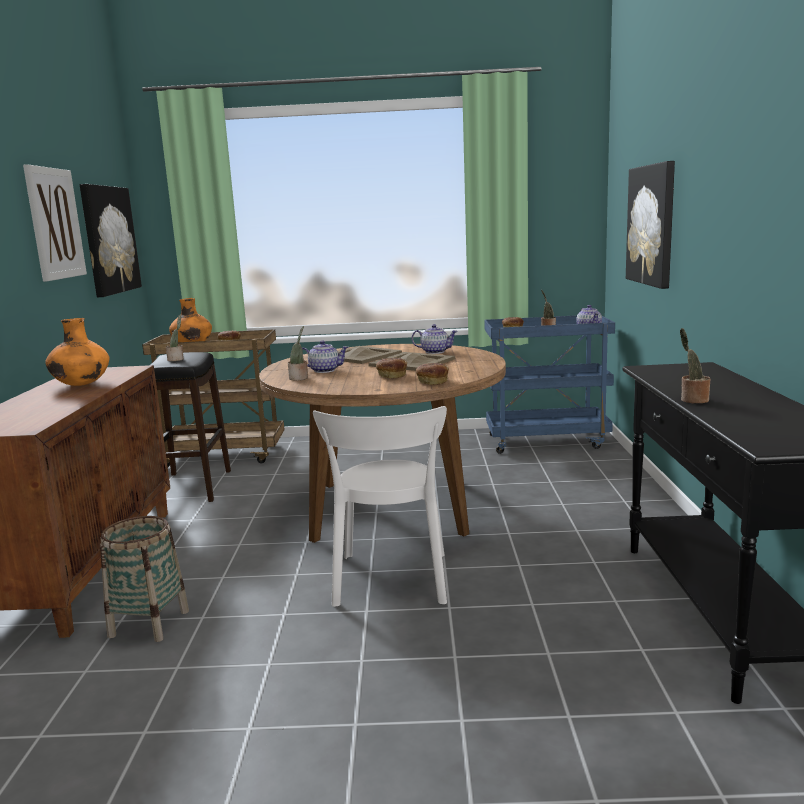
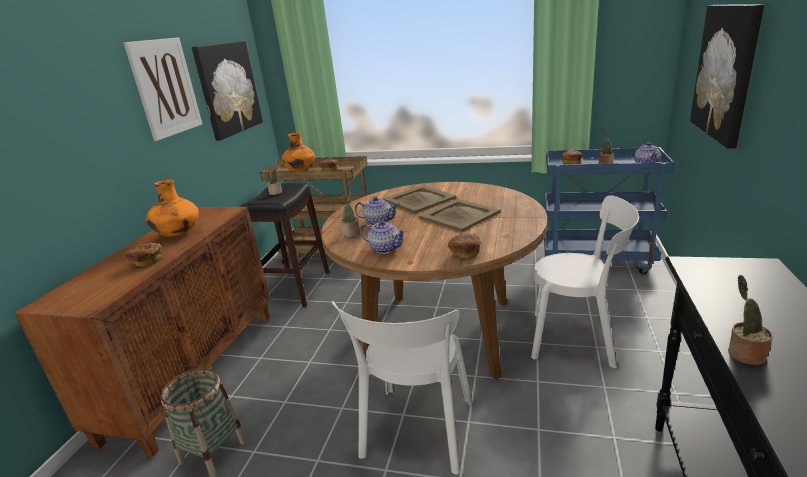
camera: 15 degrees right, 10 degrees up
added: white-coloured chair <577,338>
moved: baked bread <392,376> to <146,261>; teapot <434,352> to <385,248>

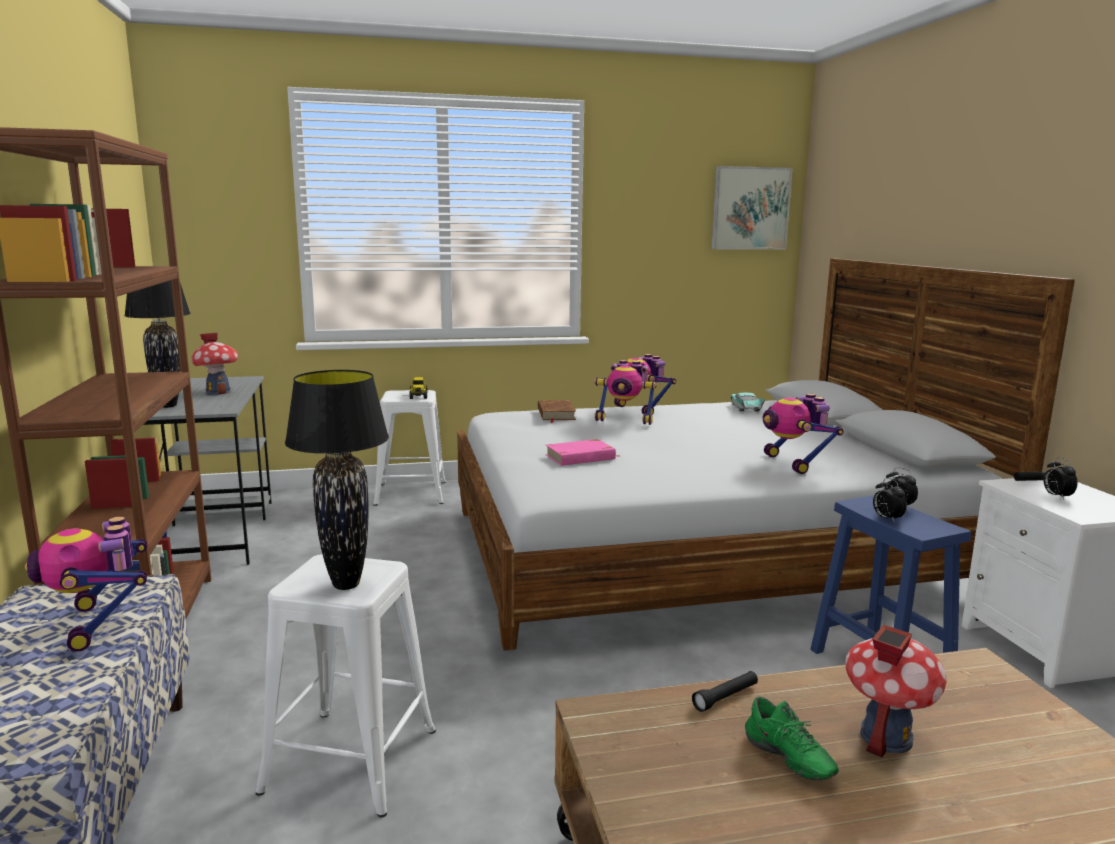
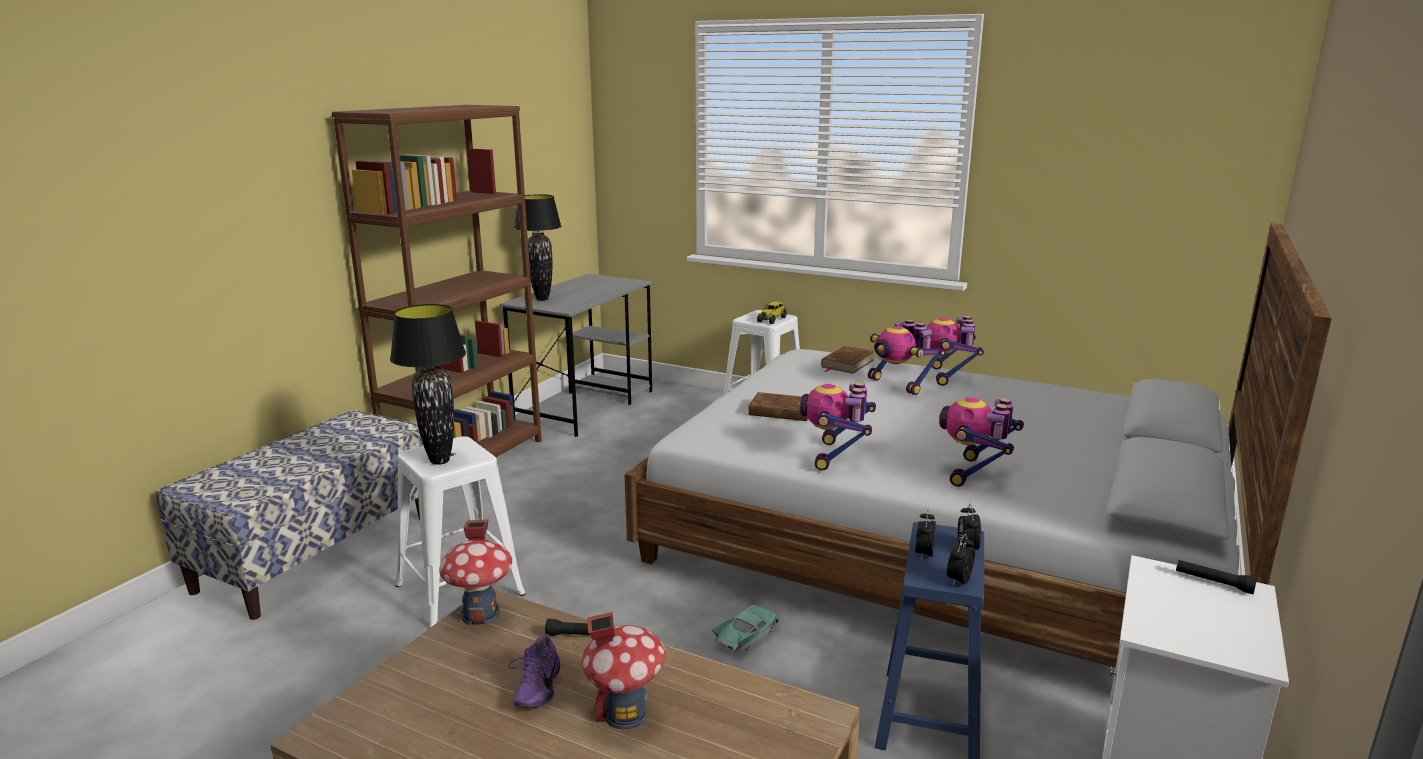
camera: 40 degrees right, 5 degrees up
removed: picture <750,208>
moved: toy house <218,392> to <481,614>; blue-green miniature car <746,408> to <746,637>; model robot <100,624> to <836,456>; bedside clock <1056,496> to <958,581>
recoloured: green shoe <786,761> to purplish shoe <535,688>; pink-coloured book <580,457> to brownish book <781,412>

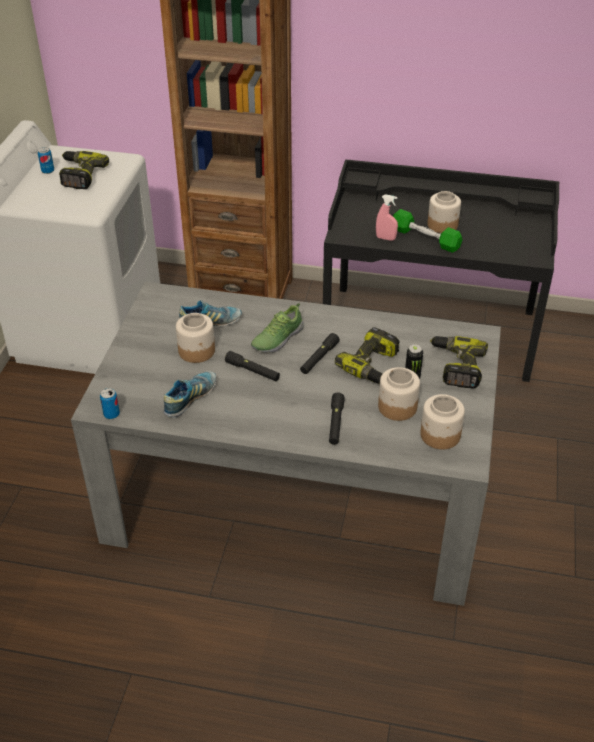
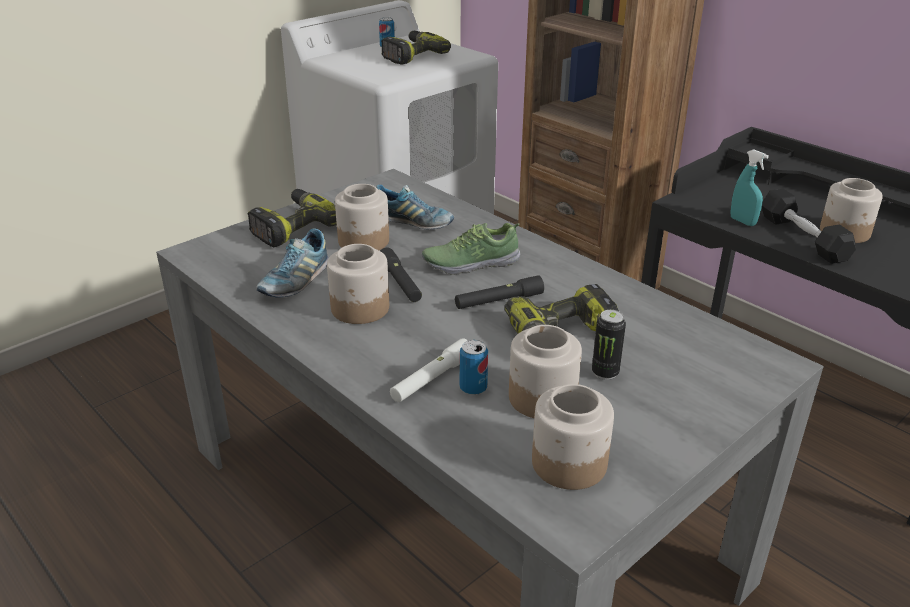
camera: 35 degrees right, 10 degrees down
added: storage jar <360,309>
moved: drill <456,366> to <292,227>; metal can <111,414> to <473,388>
recoloured: black-coloured flashlight <335,423> to white-coloured flashlight <432,379>; pink-coloured spray bottle <385,238> to blue-green spray bottle <742,221>; green free weight <425,238> to black-coloured free weight <803,238>
turned: shoe <190,398> = <295,281> 135 degrees clockwise

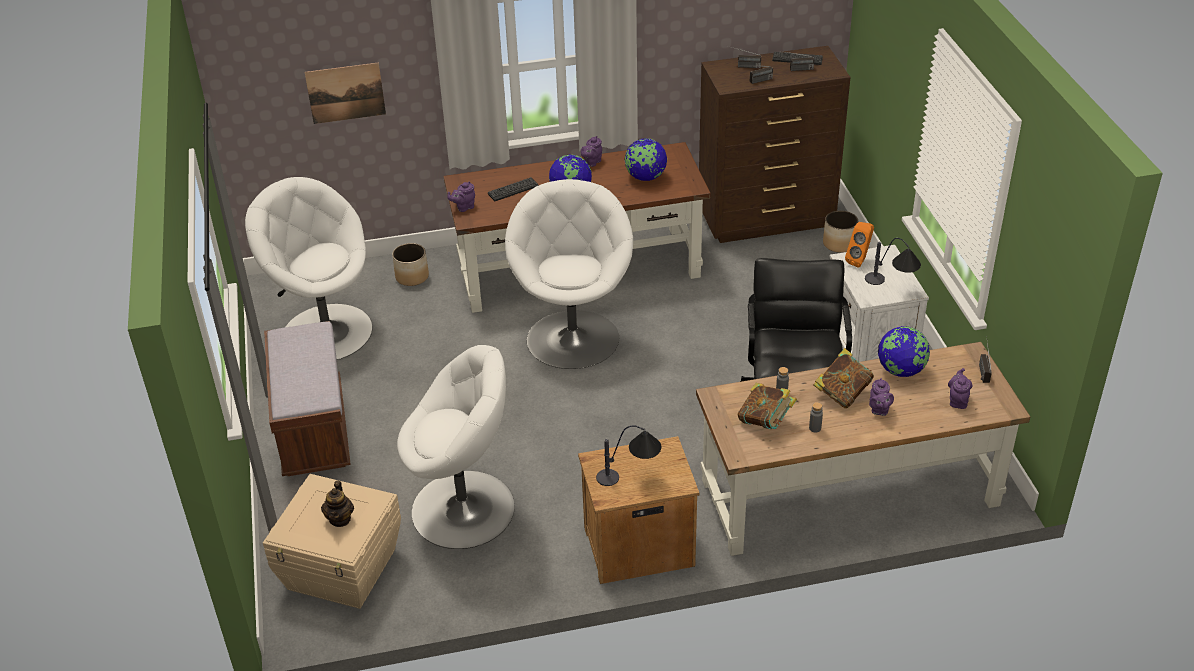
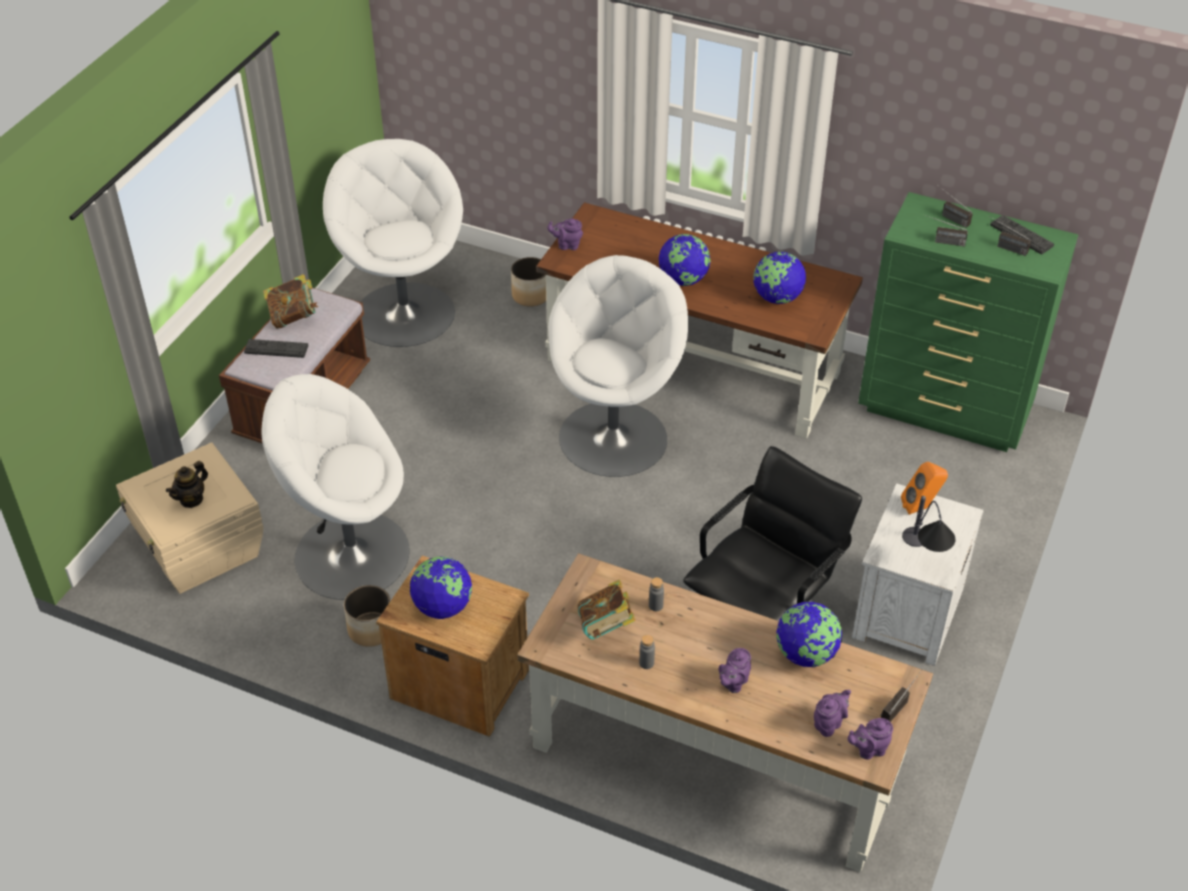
camera: 35 degrees right, 5 degrees up
removed: picture <345,93>
moved: PC keyboard <513,190> to <276,349>; book <842,393> to <293,317>; planter <839,244> to <370,630>; purplish teapot <591,162> to <868,749>
replaced: tabletop lamp <631,476> to desk globe <442,607>
recoloured: brownish dresser <767,220> to green dresser <945,411>
turned: white-coloured lounge chair <465,509> = <350,554> 150 degrees clockwise

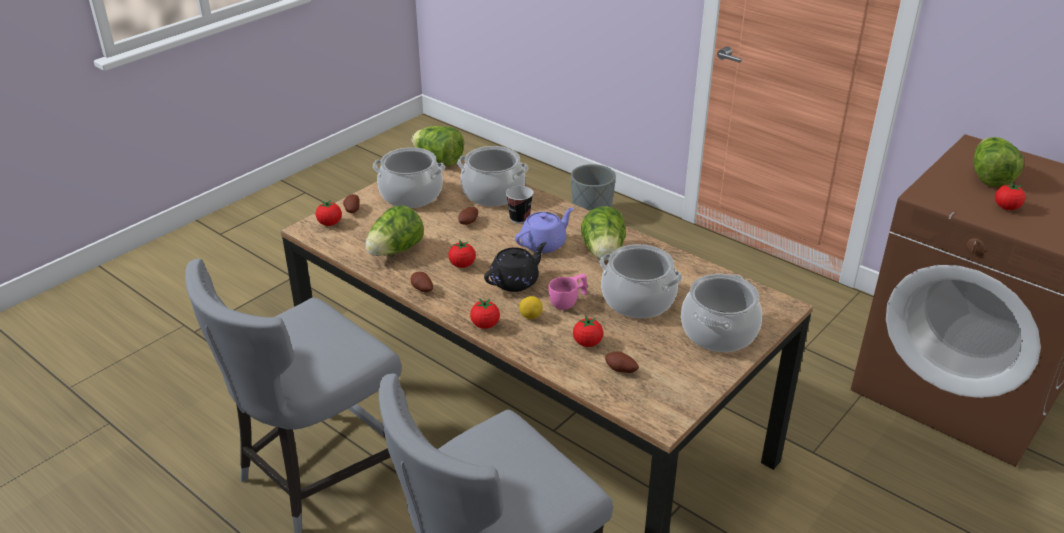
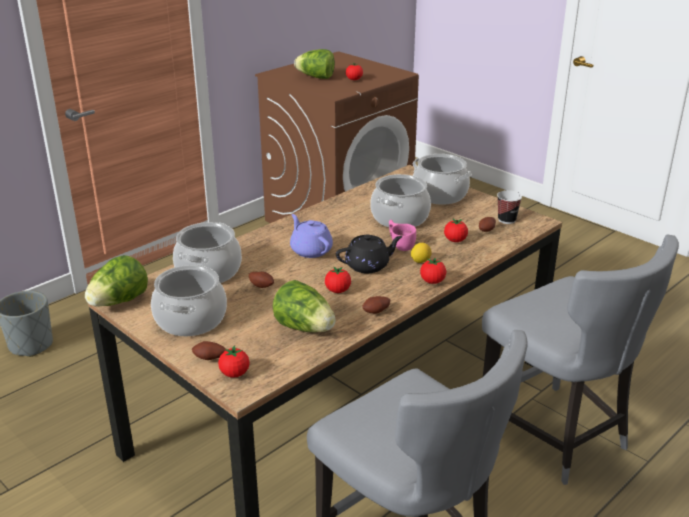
camera: 85 degrees left, 5 degrees down
removed: head of lettuce <603,253>
moved: small cup <519,218> to <507,220>
turned: black-coloured teapot <515,281> = <368,265> 105 degrees clockwise

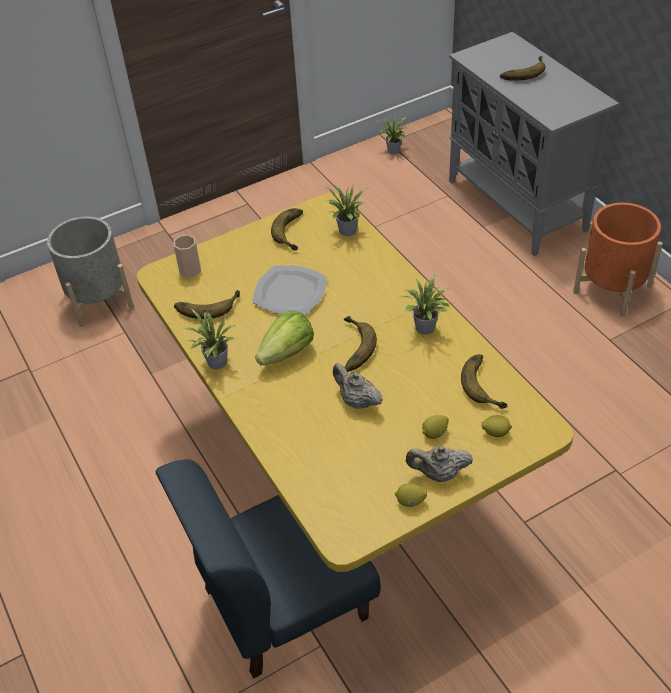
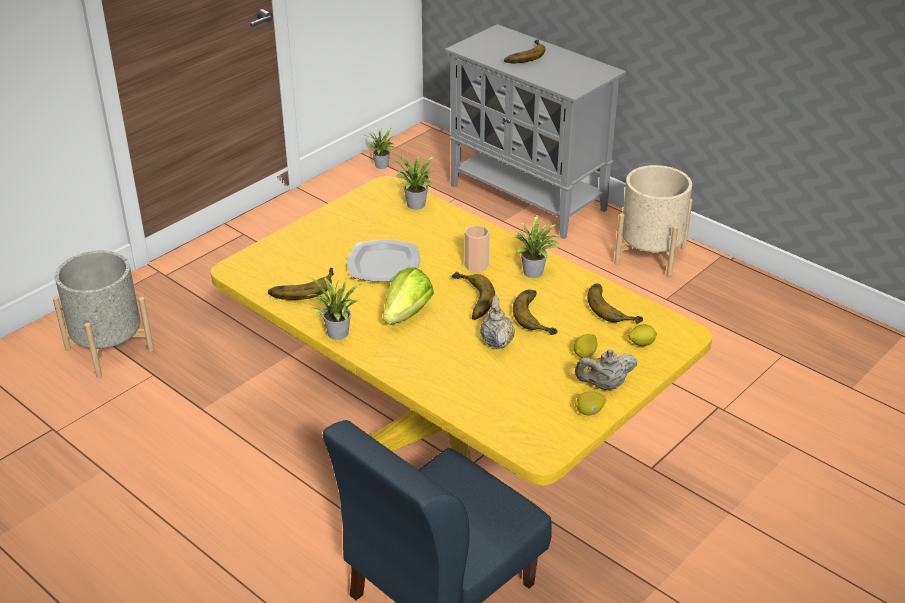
camera: 20 degrees left, 10 degrees down
moved: small cup <190,270> to <476,265>; banana <295,231> to <539,315>
recoloured: orange planter <612,289> to beige-coloured planter <650,256>
turned: beige-coloured teapot <356,401> = <496,341> 60 degrees clockwise

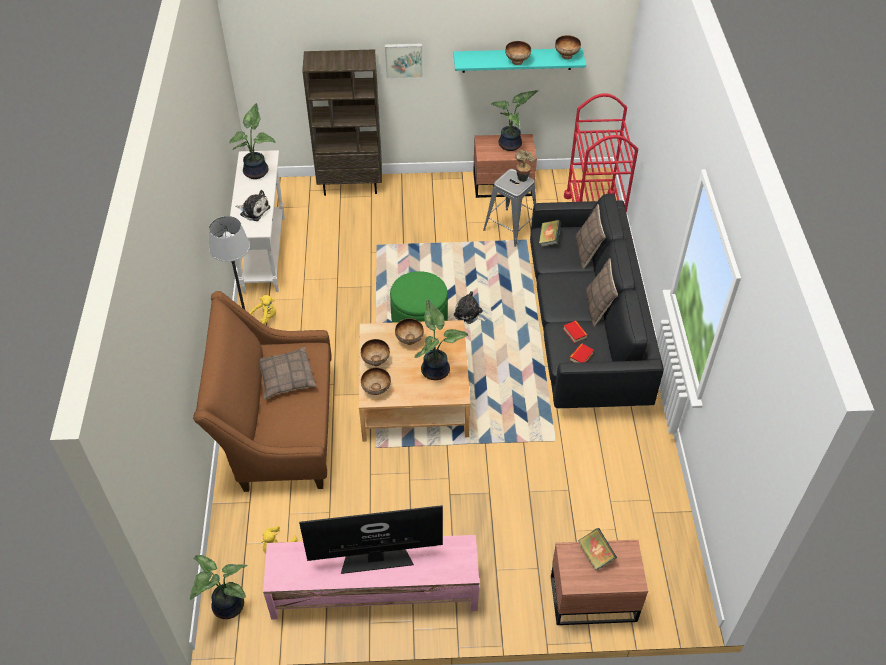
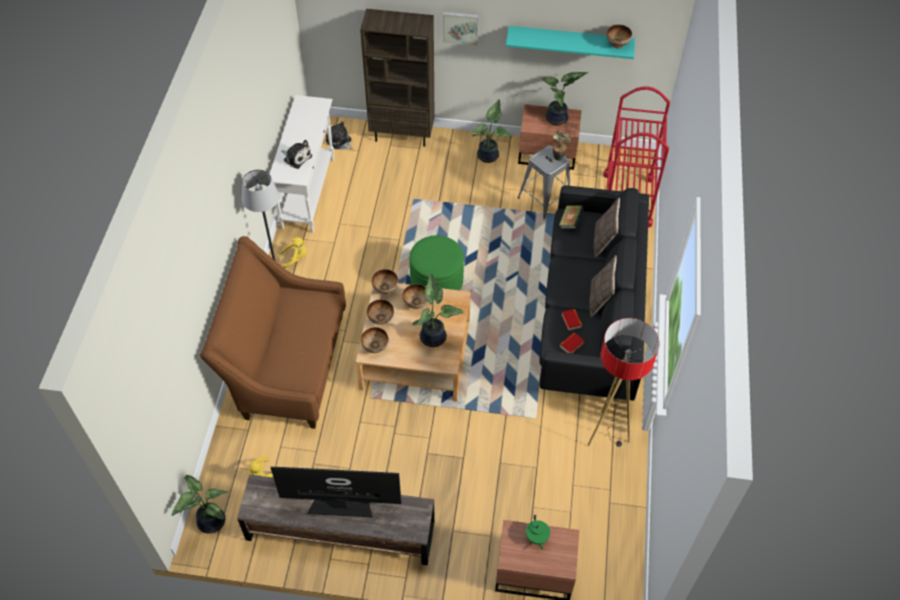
camera: 10 degrees right, 5 degrees up
removed: throw pillow <286,377>
added: standing lamp <606,433>
moved: soft toy <469,314> to <339,141>; bowl <517,61> to <385,289>; potted plant <257,171> to <489,155>
replaced: book <595,554> to green teapot <537,537>
recoloured: pink-coloured tv unit <373,590> to brownish tv unit <339,530>

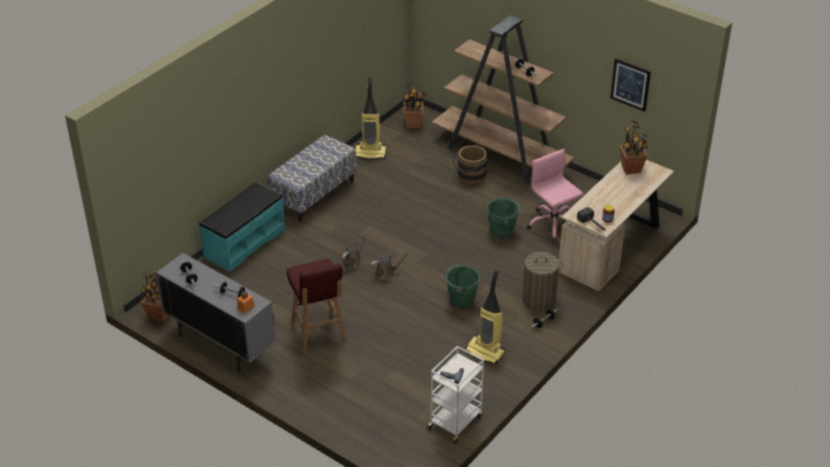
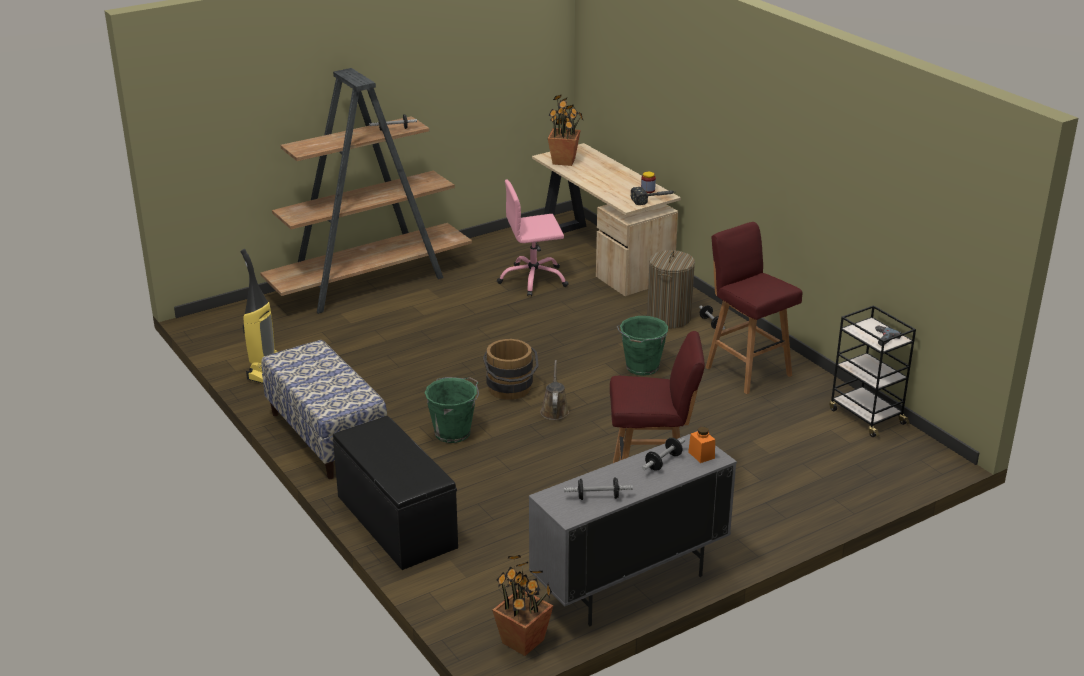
camera: 70 degrees left, 10 degrees down
removed: brownish watering pot <353,262>; potted plant <413,124>; picture <630,84>
moved: green bucket <502,232> to <453,432>; brownish bucket <469,177> to <510,390>
replaced: vacuum cleaner <486,352> to red-coloured stool <747,370>
recoloured: blue-green bench <244,243> to black-coloured bench <395,522>; white-coloured cart <455,422> to black-coloured cart <866,416>

